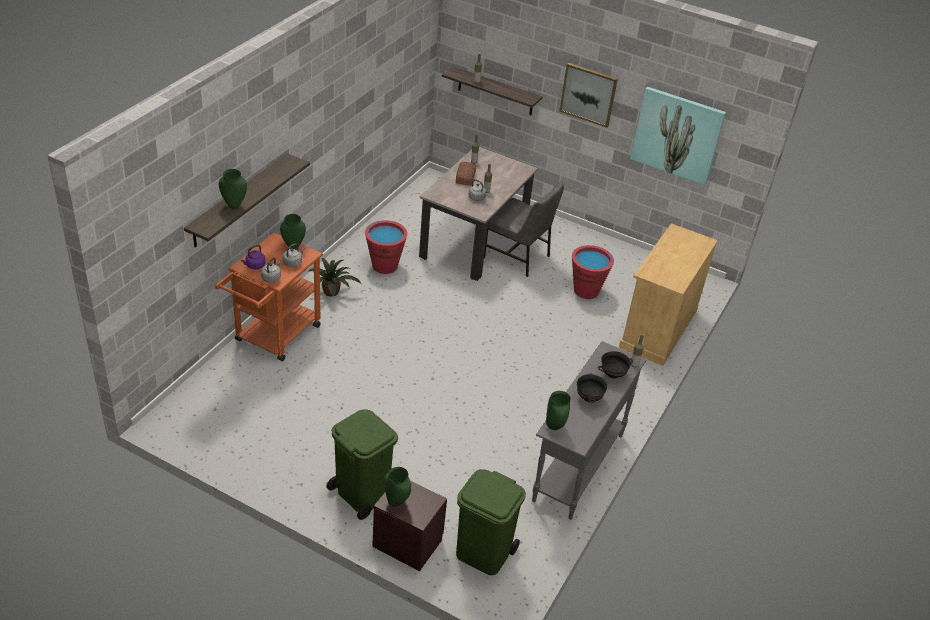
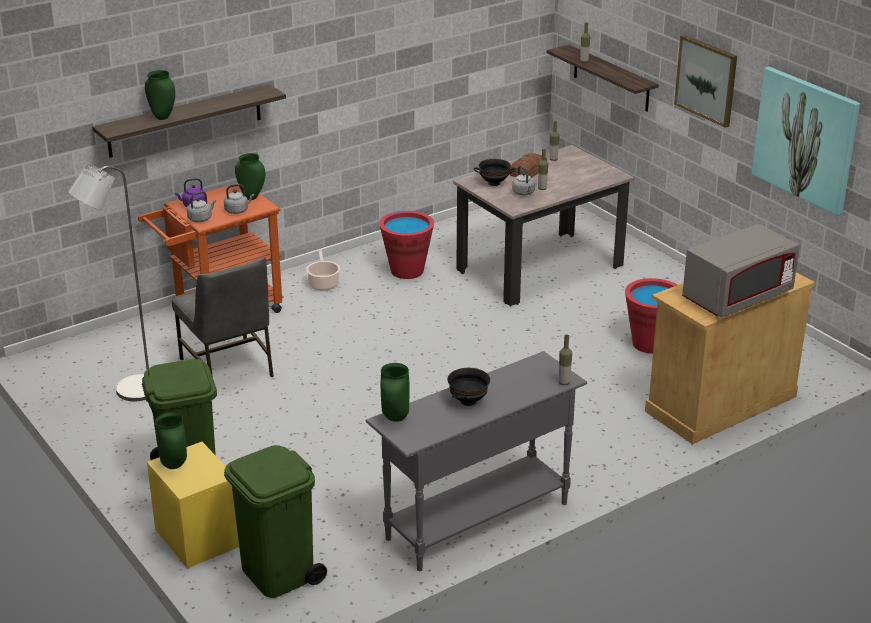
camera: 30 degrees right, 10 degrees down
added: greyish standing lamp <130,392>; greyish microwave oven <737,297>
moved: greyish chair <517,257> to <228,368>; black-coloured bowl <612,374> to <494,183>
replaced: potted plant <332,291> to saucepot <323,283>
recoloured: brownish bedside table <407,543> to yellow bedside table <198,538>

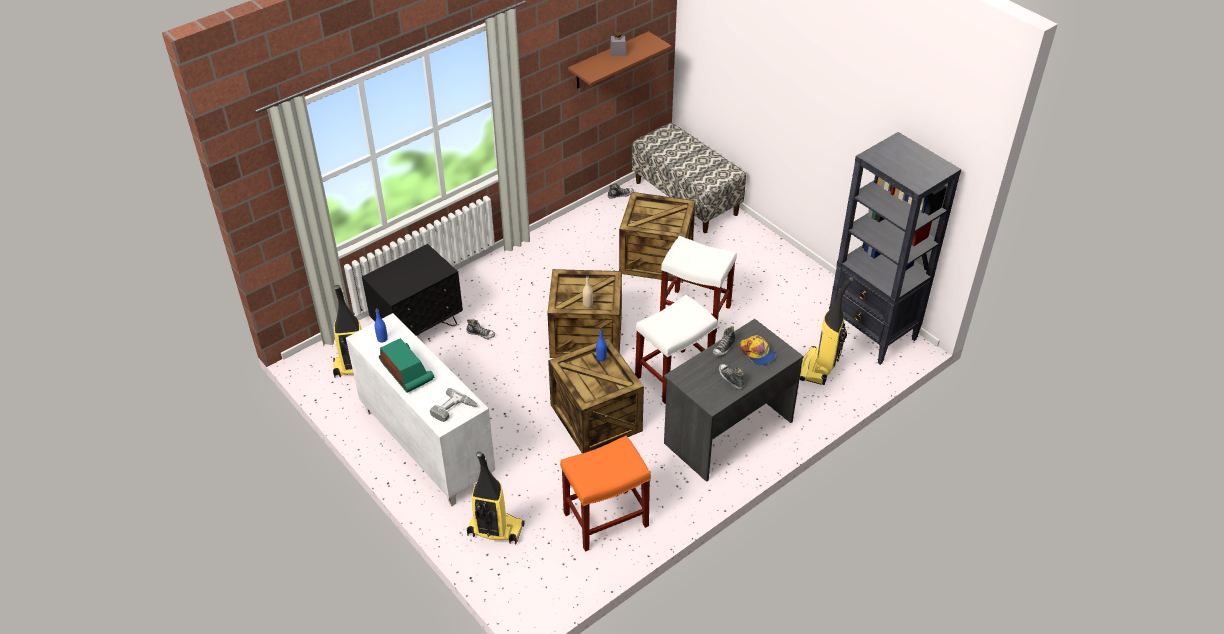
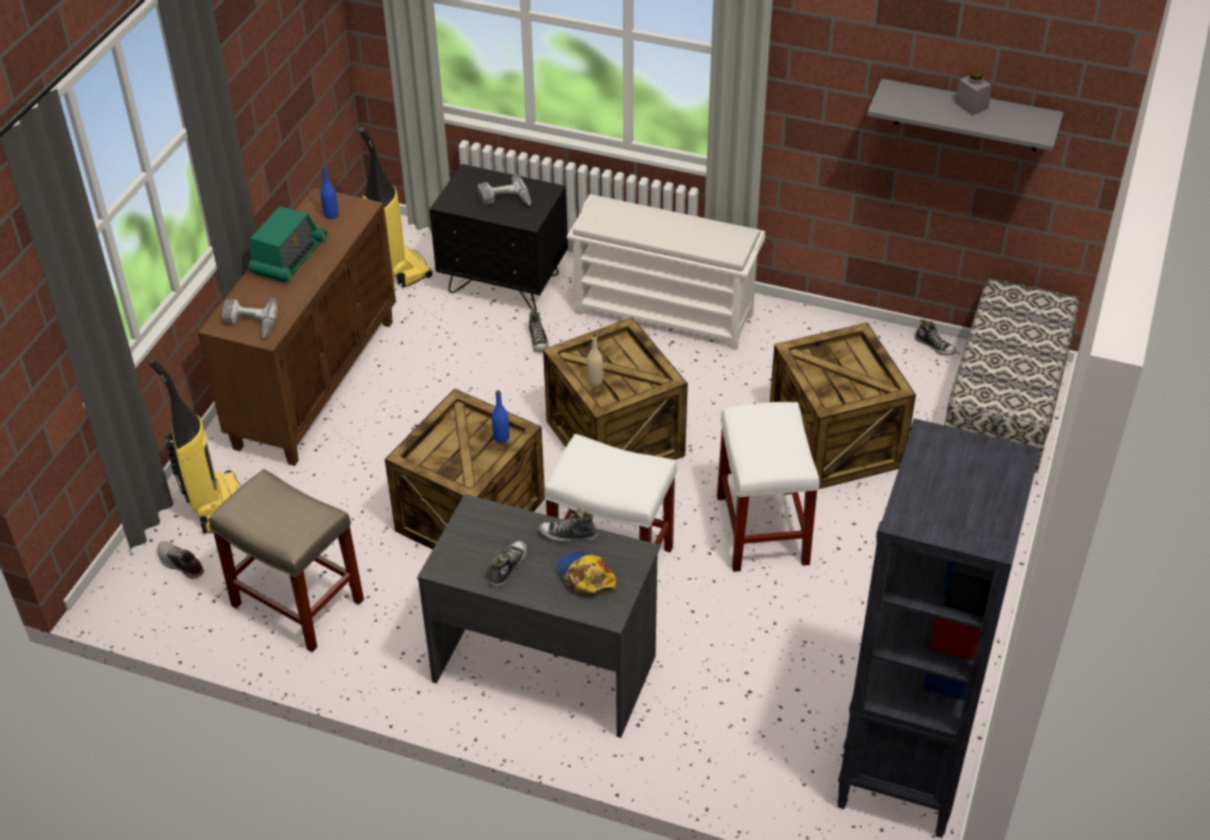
camera: 60 degrees right, 0 degrees up
removed: vacuum cleaner <818,368>
added: shoe <181,565>; drill <505,200>; white-coloured shoe stand <665,313>
recoloured: white-coloured cabinet <426,445> to brownish cabinet <315,382>; orange stool <605,520> to beige-coloured stool <296,602>; brownish bracket shelf <609,61> to greyish bracket shelf <967,115>
turned: cap <757,353> = <585,577> 120 degrees clockwise

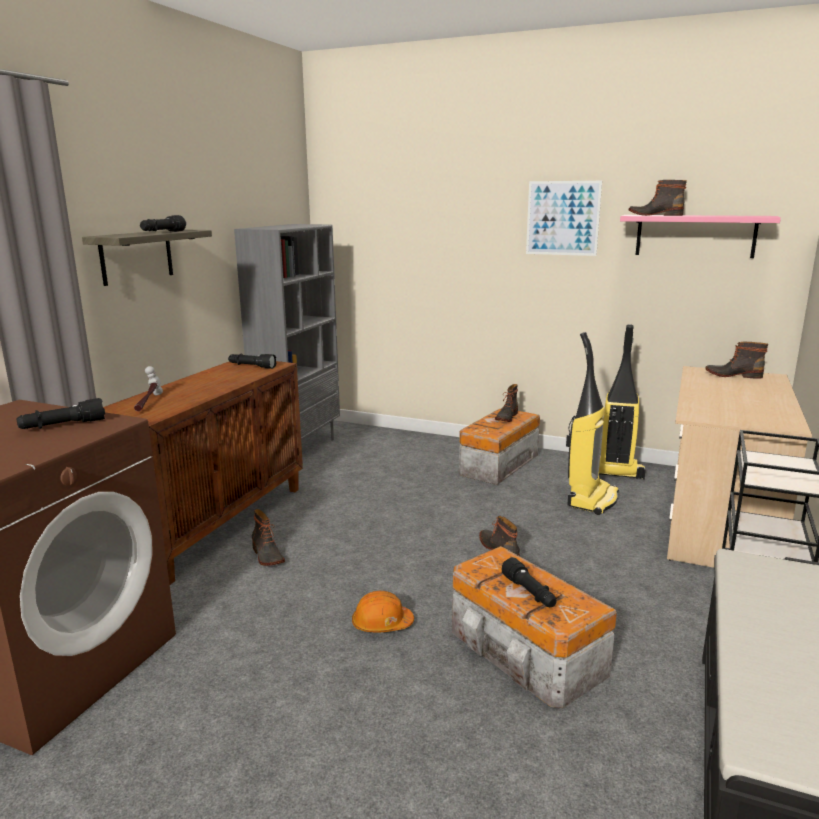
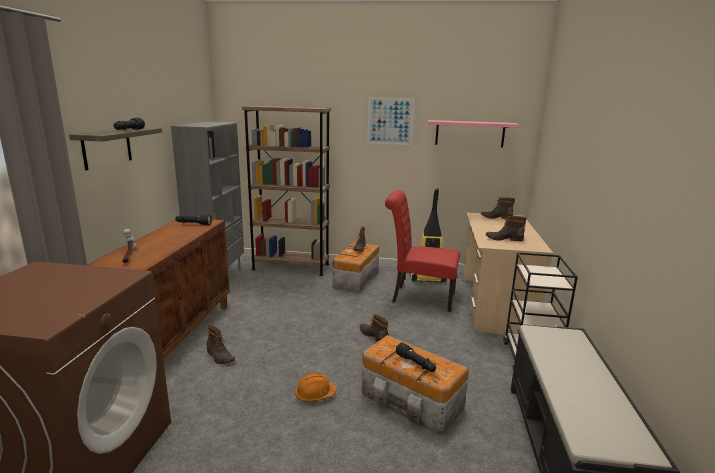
camera: 15 degrees left, 0 degrees up
removed: black-coloured flashlight <63,426>
added: brownish shelving unit <291,267>
moved: tall boot <655,215> to <503,238>
replaced: vacuum cleaner <591,499> to red-coloured chair <419,297>

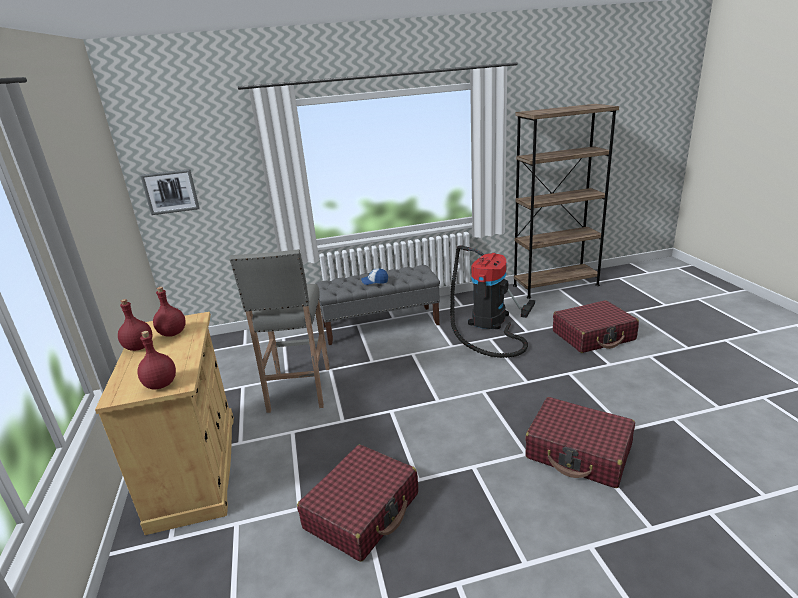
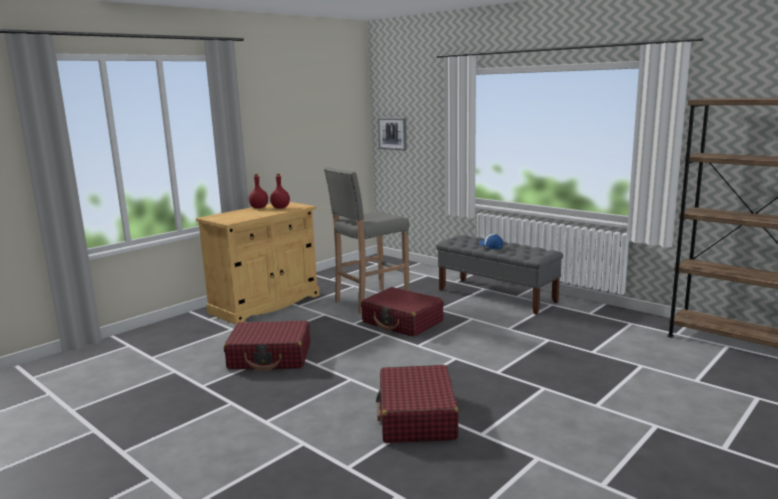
camera: 55 degrees right, 10 degrees down
removed: red-coloured drink bottle <161,384>; vacuum cleaner <488,322>
moved: red-coloured suitcase <593,336> to <402,322>

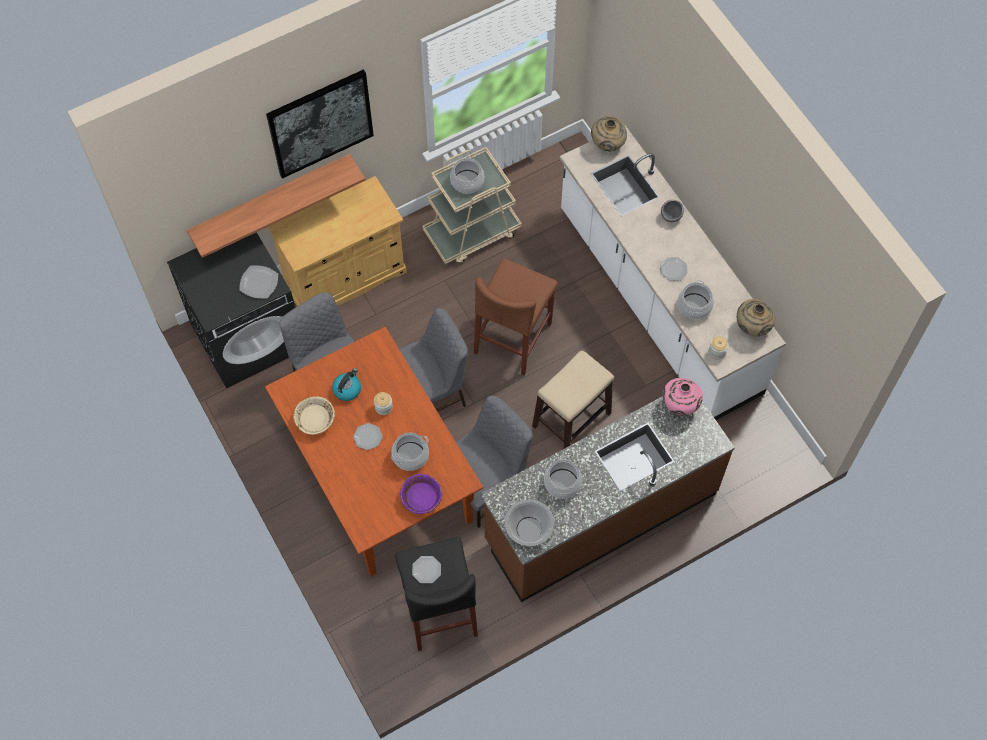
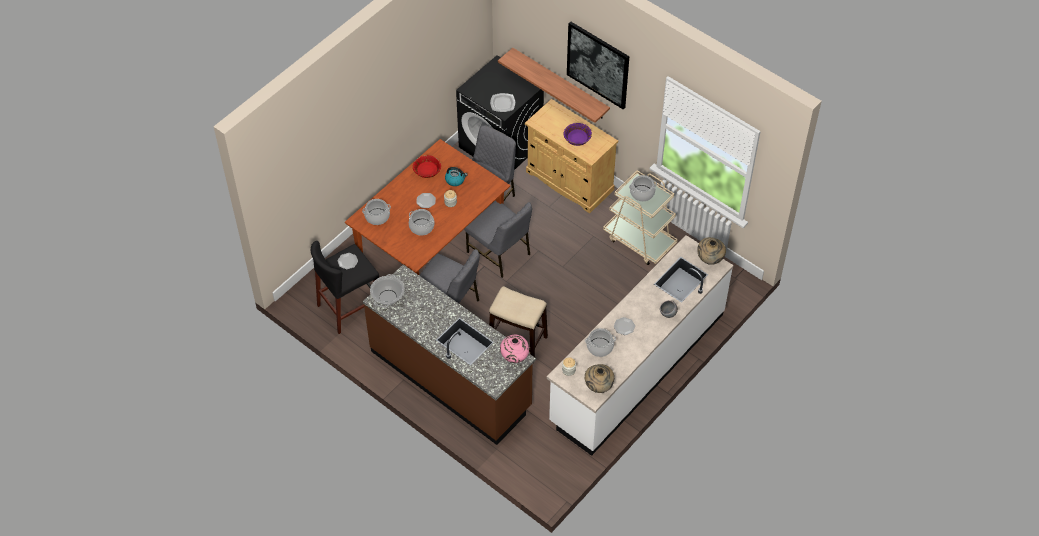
camera: 70 degrees right, 10 degrees down
removed: brownish stool <513,338>
moved: saucepot <562,483> to <377,216>; purplish bowl <421,497> to <577,138>
recoloured: beige-coloured bowl <315,419> to red-coloured bowl <427,170>

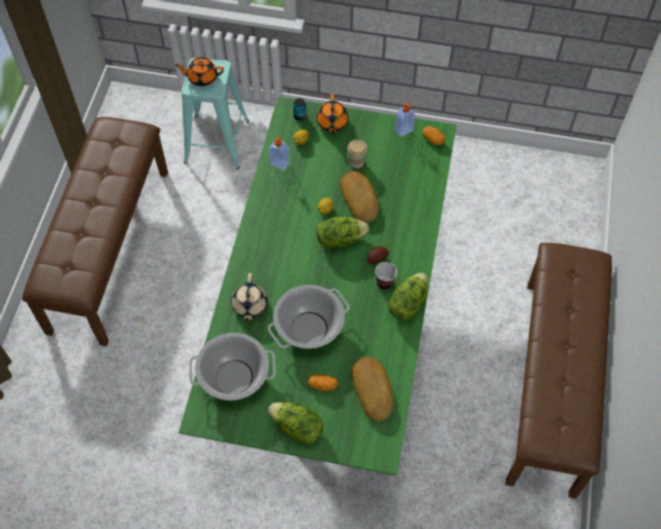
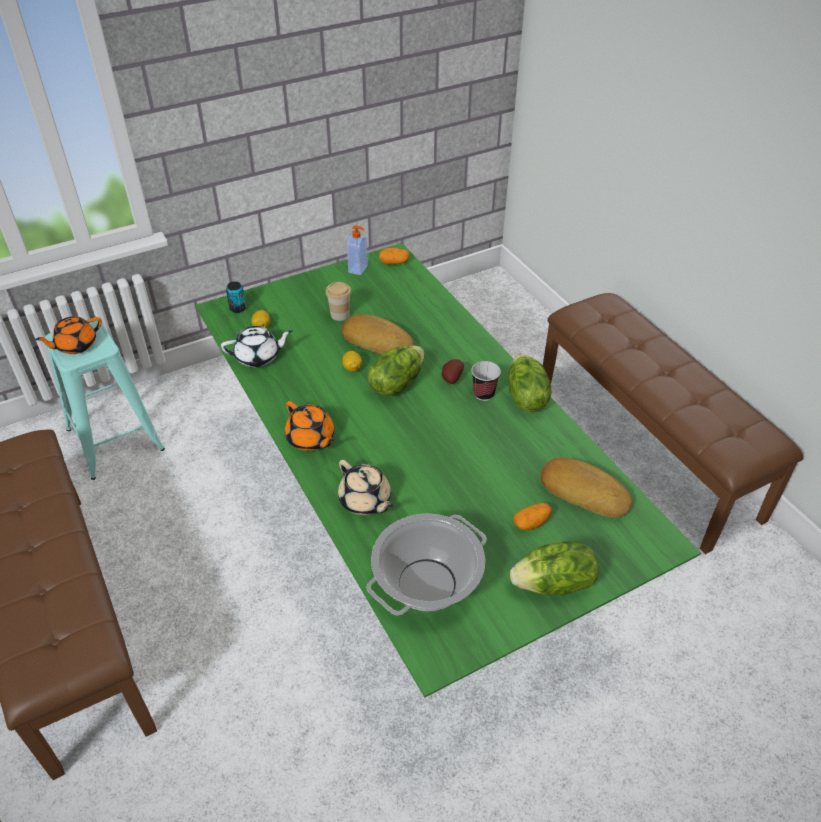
camera: 40 degrees left, 15 degrees down
removed: saucepot <309,328>
moved: orange teapot <332,123> to <311,439>
replaced: liquid soap bottle <279,164> to white-coloured teapot <258,357>

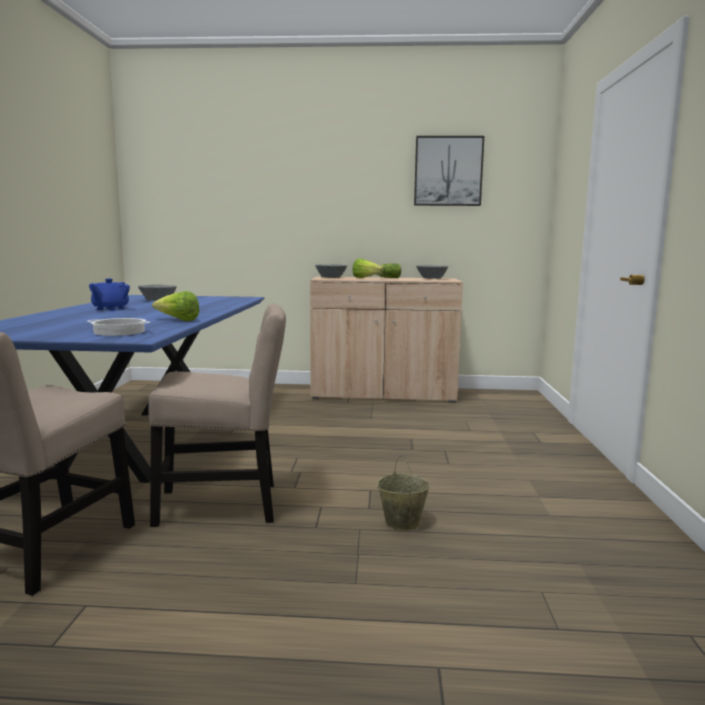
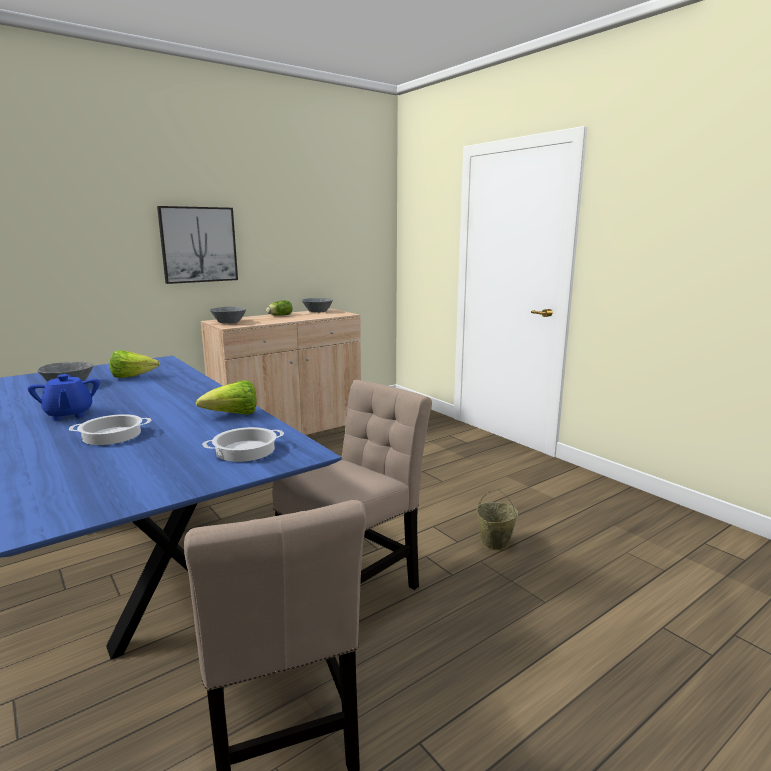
camera: 40 degrees left, 5 degrees up
added: saucepot <111,435>
moved: head of lettuce <365,278> to <133,377>; picture <448,171> to <198,244>

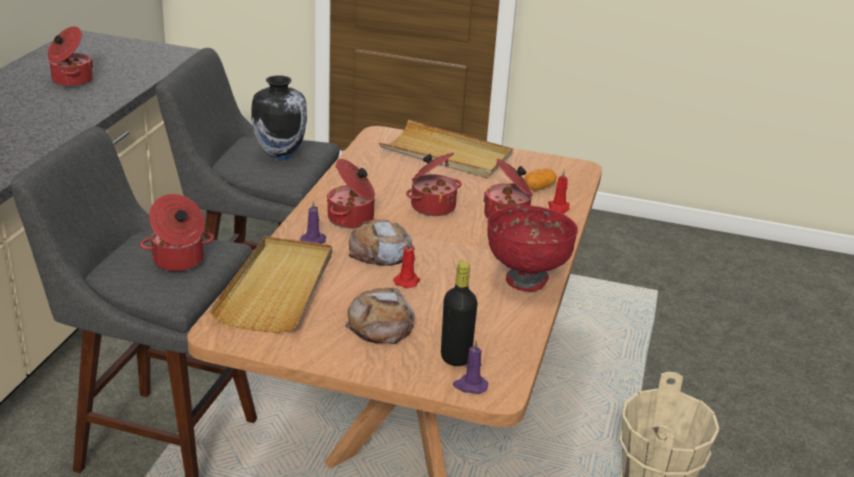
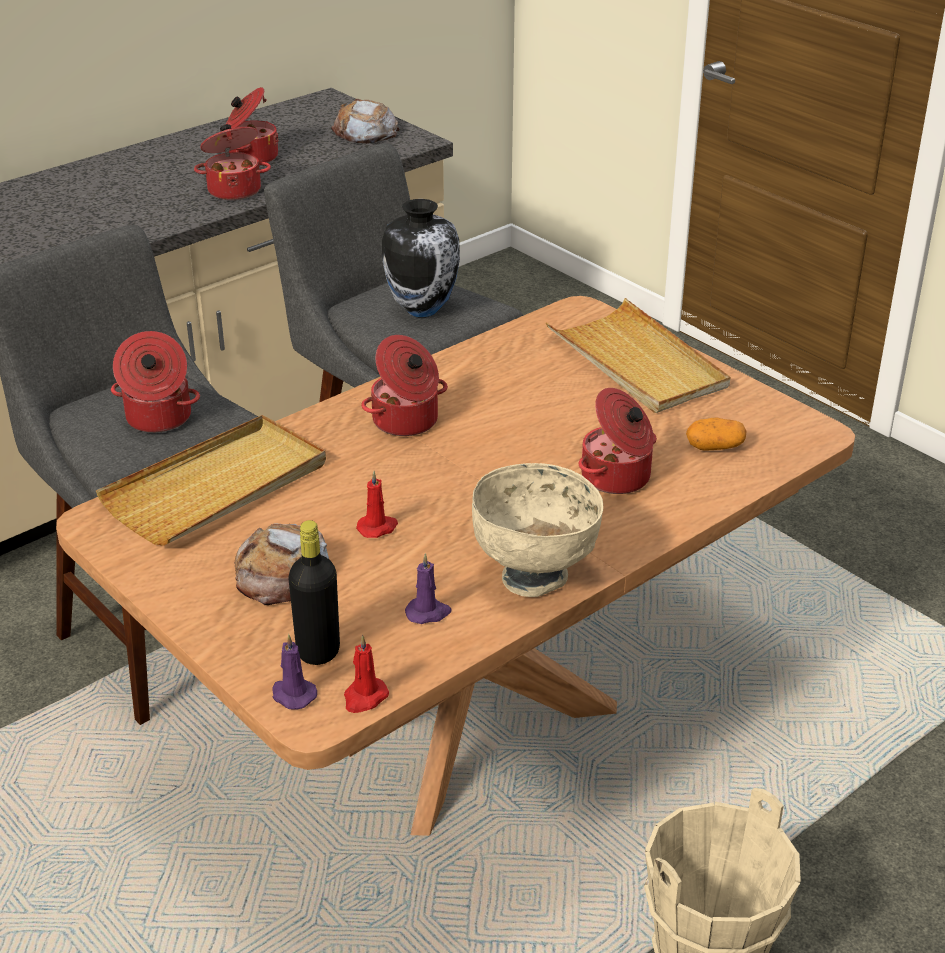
camera: 35 degrees right, 5 degrees up
moved: saucepot <432,206> to <234,190>; baked bread <380,251> to <365,132>; red-coloured candle <559,208> to <364,697>; purplish candle <314,240> to <428,613>
recoloured: red-coloured bowl <526,280> to beige-coloured bowl <535,577>

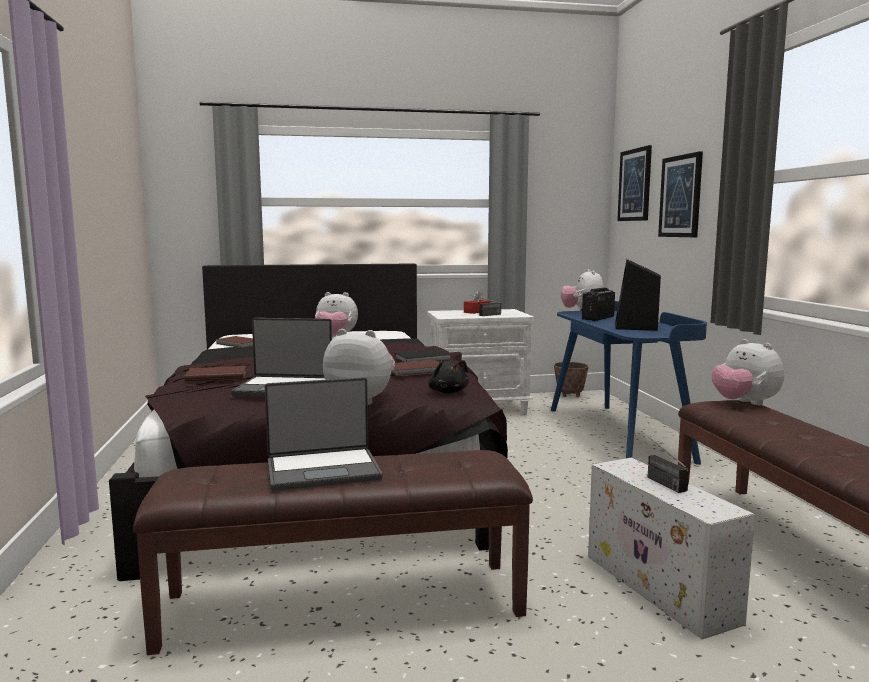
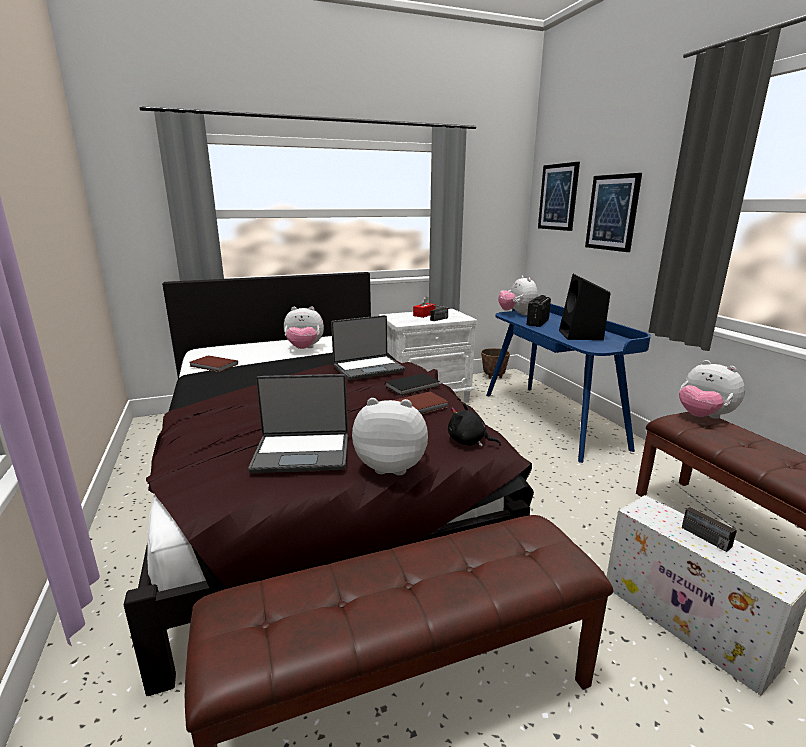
camera: 10 degrees left, 10 degrees up
removed: brownish book <215,376>
moved: portable computer <323,470> to <368,368>
turned: black-coloured soft toy <448,392> = <469,442> 150 degrees clockwise

